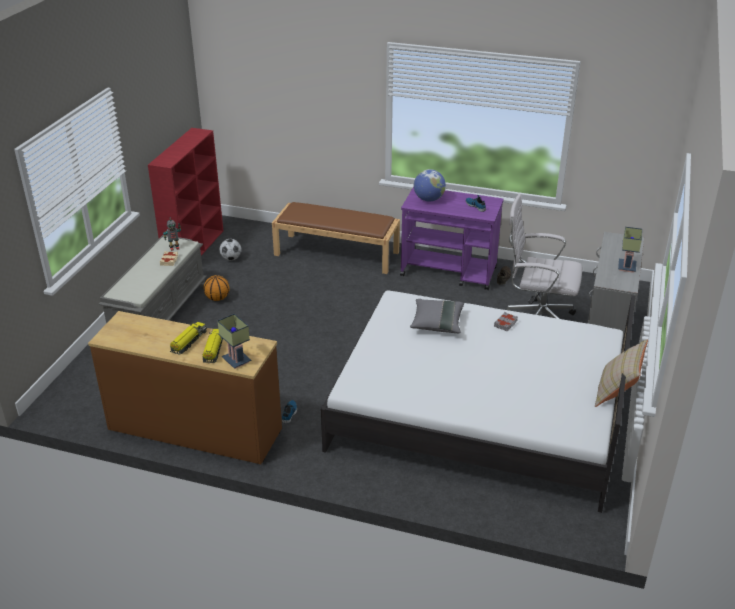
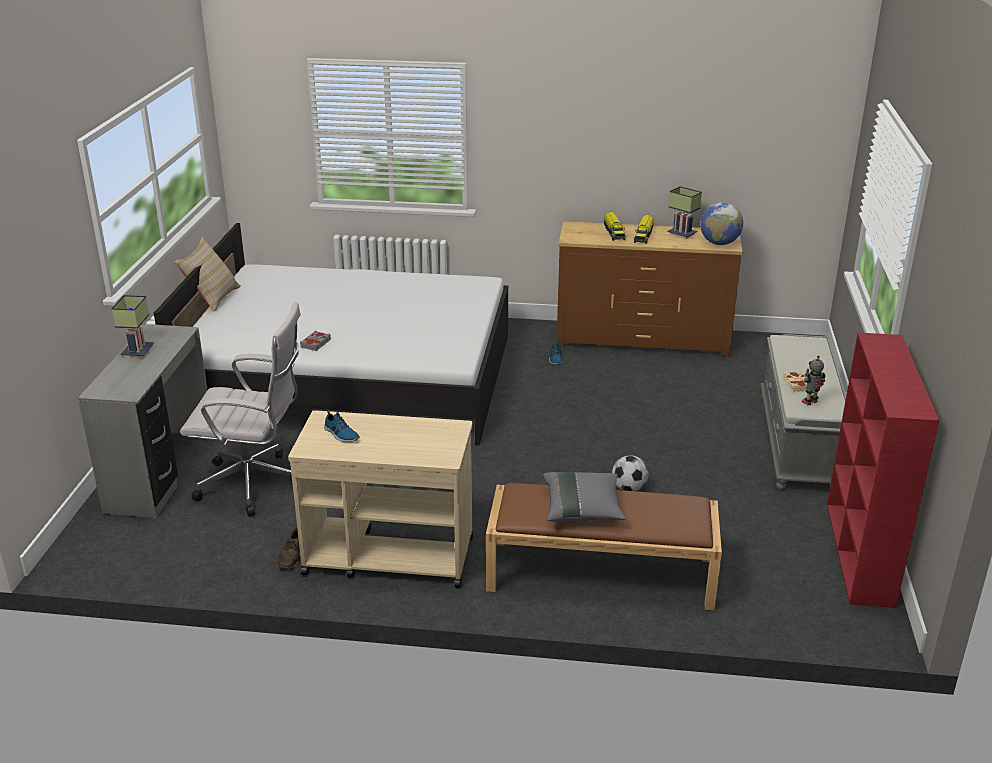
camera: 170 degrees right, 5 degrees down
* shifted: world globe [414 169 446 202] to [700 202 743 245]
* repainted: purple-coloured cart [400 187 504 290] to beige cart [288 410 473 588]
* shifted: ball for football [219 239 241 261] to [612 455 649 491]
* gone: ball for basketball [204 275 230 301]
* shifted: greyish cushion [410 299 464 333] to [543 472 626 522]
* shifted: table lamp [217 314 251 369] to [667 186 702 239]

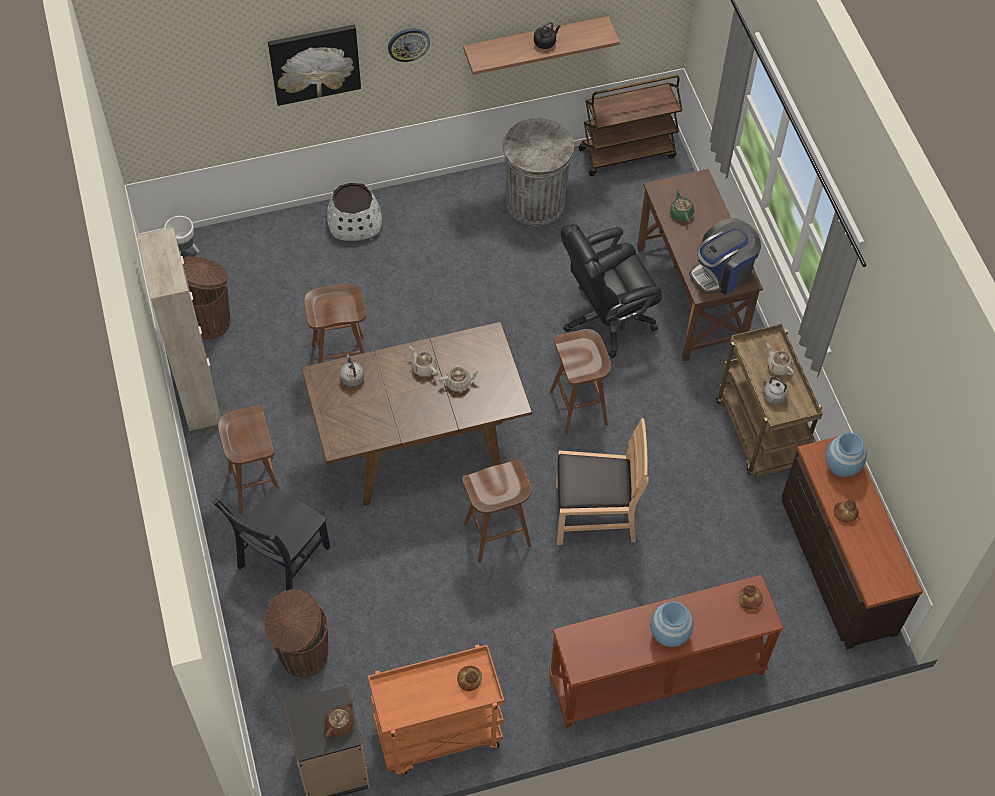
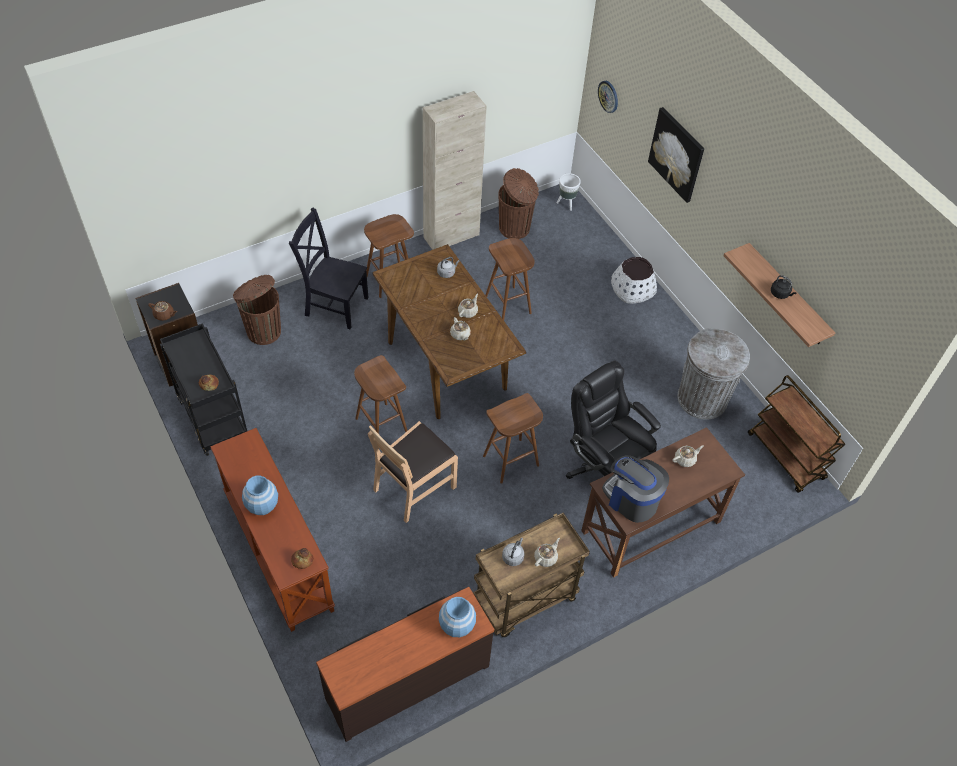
camera: 75 degrees right, 5 degrees down
* shifted: clock on the wall [388 29 430 62] to [598 81 618 113]
* repainted: greenish pot for tea [670 188 694 222] to beige pot for tea [672 445 704 467]
* rotated: brownish upright chair [556 418 649 545] = [368 421 458 523] 60 degrees clockwise
* gone: bakery bread [834 500 859 523]
* repainted: orangey cart [368 644 504 775] to black-coloured cart [160 323 247 456]

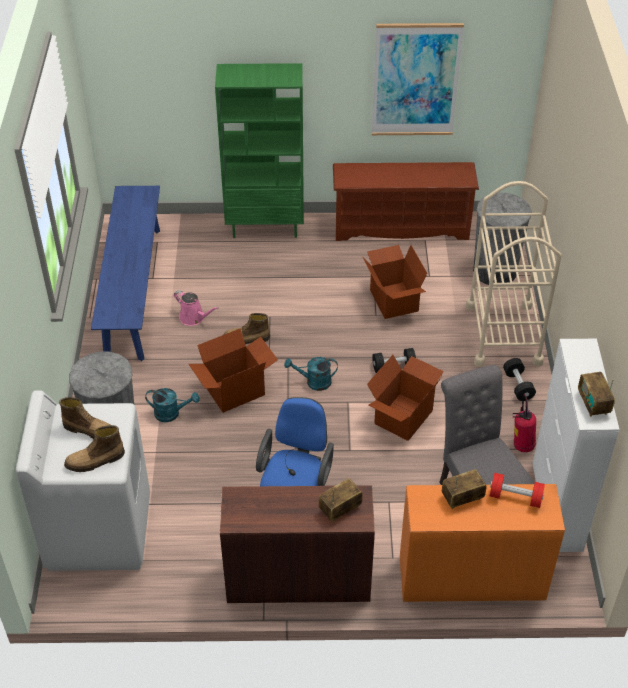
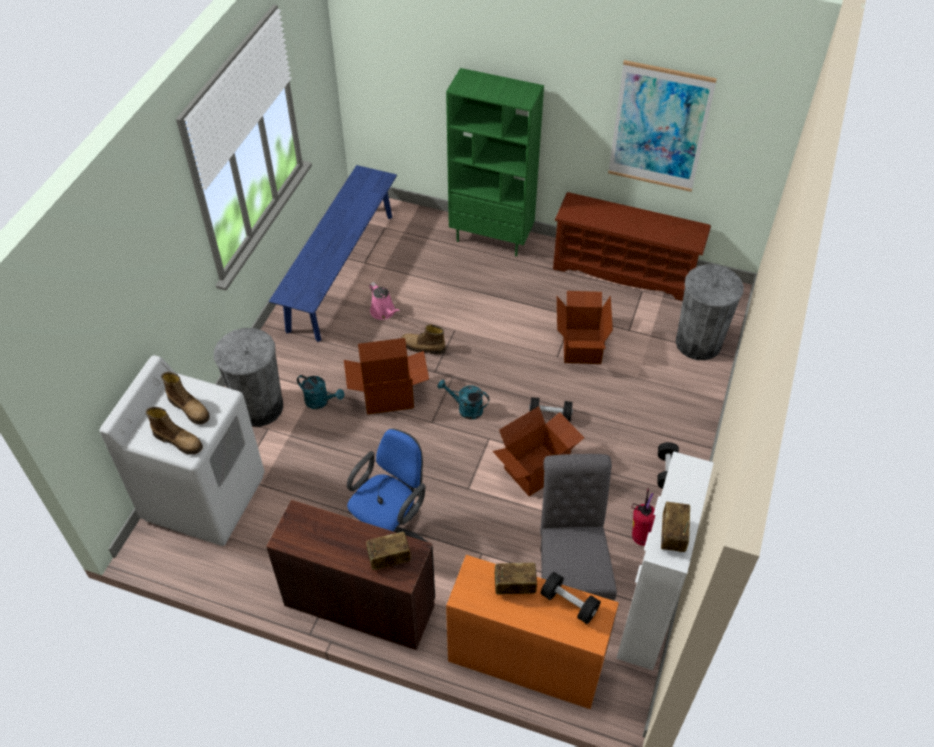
camera: 20 degrees right, 5 degrees up
* gone: beige cart [466 181 562 367]
* rotated: tall boot [64 425 125 472] = [146 407 203 454] 150 degrees counterclockwise
* repainted: red-coloured hand weight [490 473 545 508] to black-coloured hand weight [541 572 601 624]

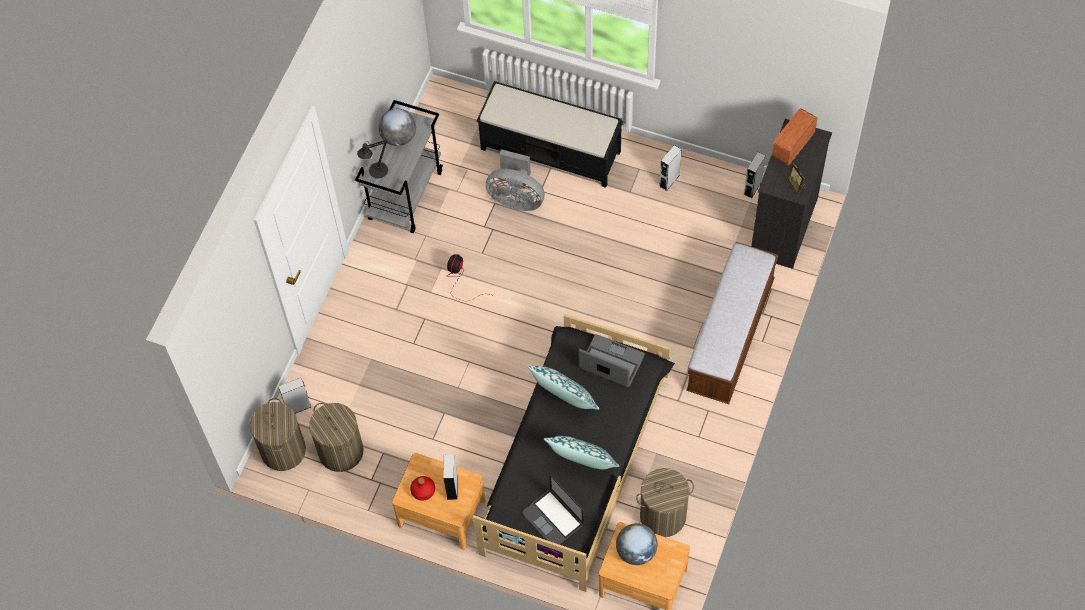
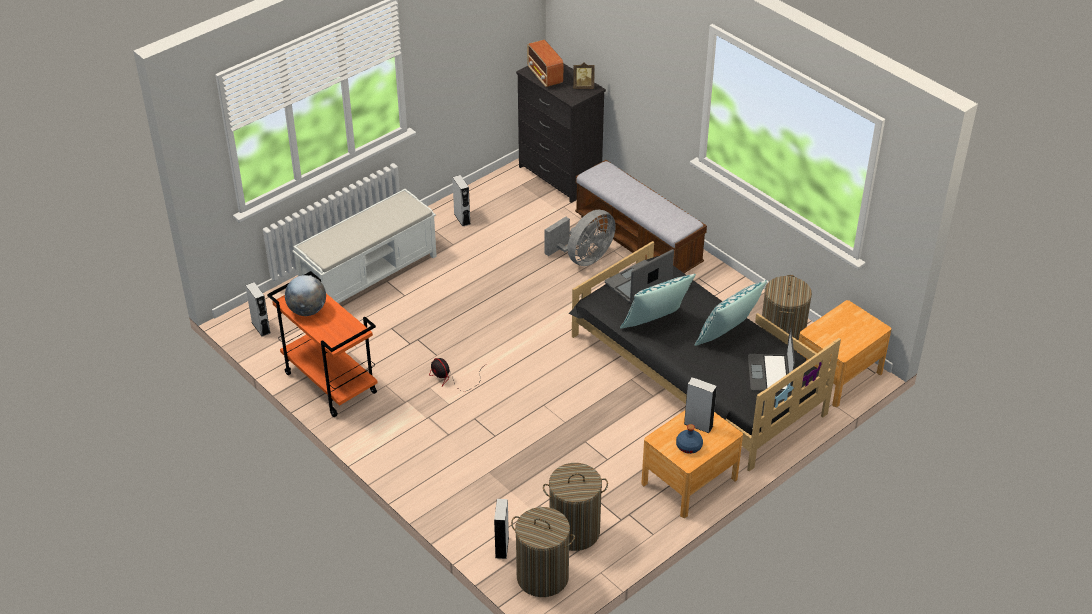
camera: 65 degrees left, 20 degrees down
* repainted: black-coloured long seat [476 81 623 188] to white long seat [292 189 437 303]
* repainted: greyish cart [355 100 443 233] to orangey cart [267 271 378 417]
* gone: black-coloured table lamp [357 140 388 179]
* shifted: greyish fan [486 149 545 211] to [545 210 616 266]
* shifted: greyish loudspeaker [744 152 766 198] to [245 282 270 337]
* rotated: laptop [522 475 584 545] = [748 328 795 391] 105 degrees clockwise
* repainted: red-coloured drink bottle [410 476 435 500] to blue drink bottle [676 424 703 454]
* gone: world globe [616 523 658 565]

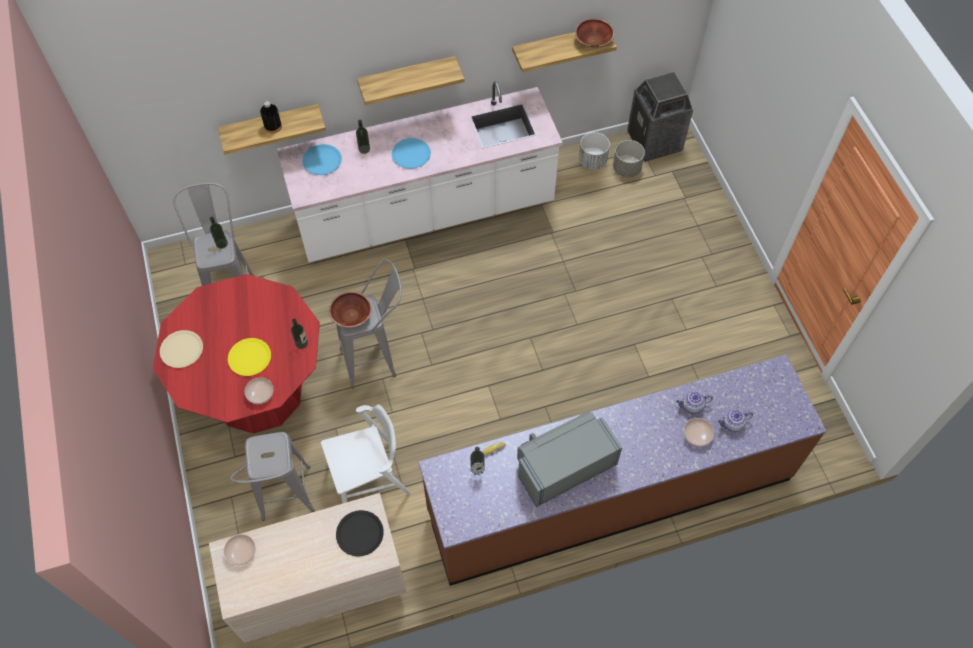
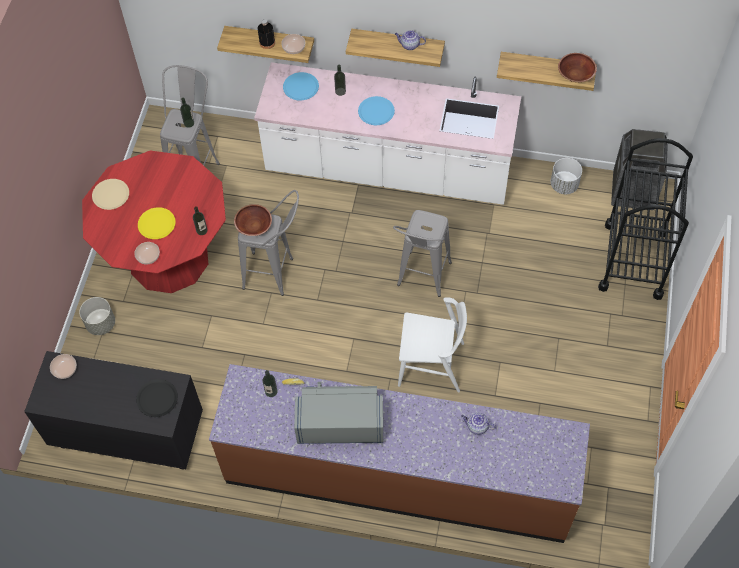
camera: 30 degrees right, 0 degrees up
* shifted: greyish plant pot [613 140 645 177] to [79 297 115 335]
* shifted: white upright chair [321 404 411 504] to [398 297 467 392]
* shifted: pot for tea [718 409 753 432] to [395 30 426 50]
* shifted: serving bowl [684 418 714 447] to [281 34 305 54]
* shifted: greyish stool seat [230 432 315 521] to [393 210 452 297]
* repainted: beige chest of drawers [209 493 407 643] to black-coloured chest of drawers [24 351 203 470]
* new: black-coloured cart [598 138 693 300]

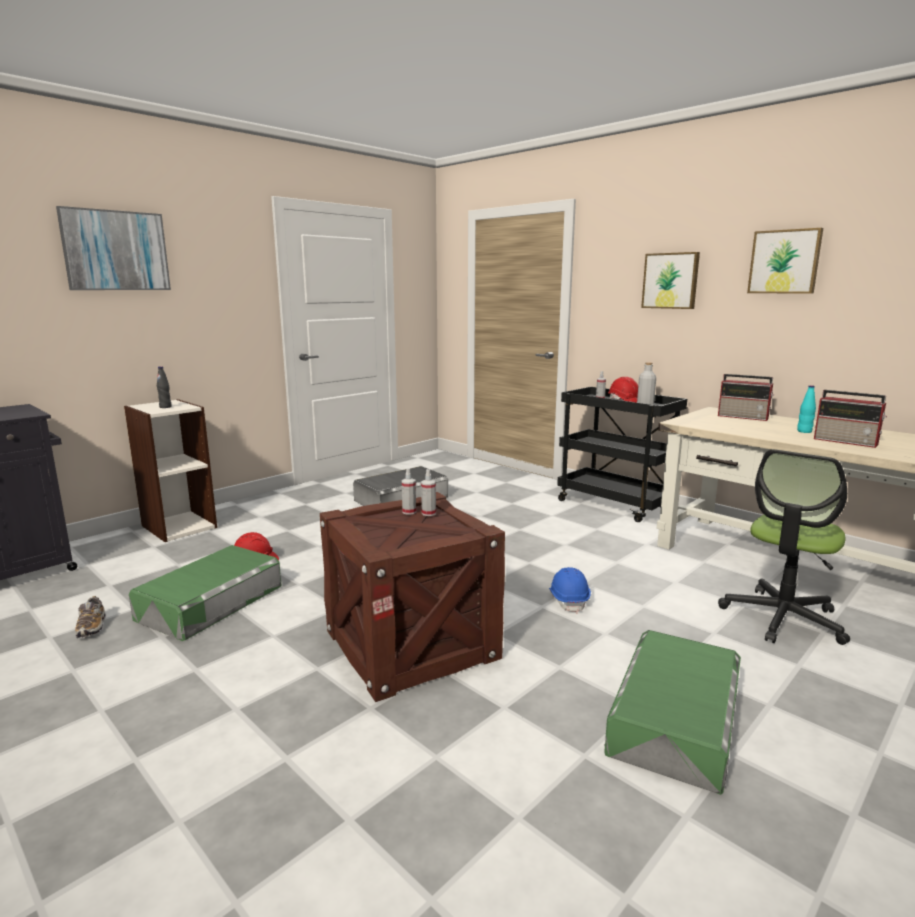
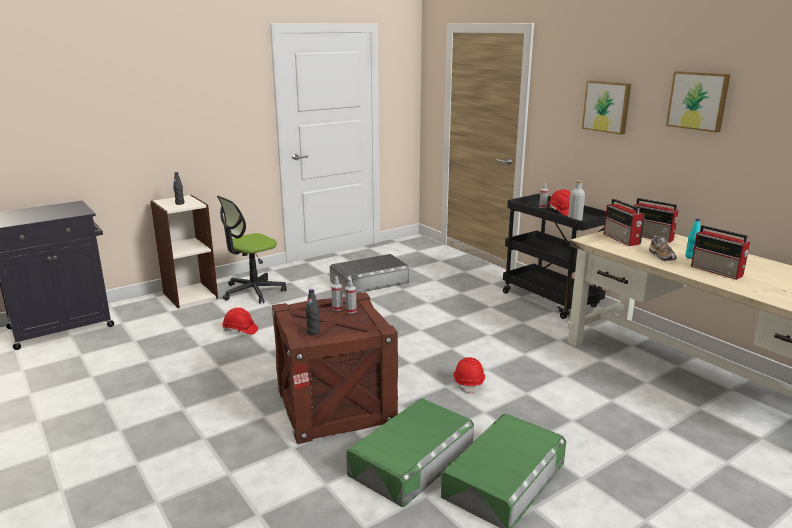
camera: 10 degrees right, 5 degrees up
* gone: picture [56 206 171 290]
* shifted: computer chair [718 449 850 645] to [217 195 287 304]
* shifted: greenish storage box [129 545 281 641] to [346 398 474 507]
* repainted: blue safety helmet [549 567 591 614] to red-coloured safety helmet [453 357 485 394]
* shifted: item of footwear [75 596 106 638] to [649 236 677 261]
* new: radio receiver [603 199 645 246]
* new: black-coloured drink bottle [306 289 320 335]

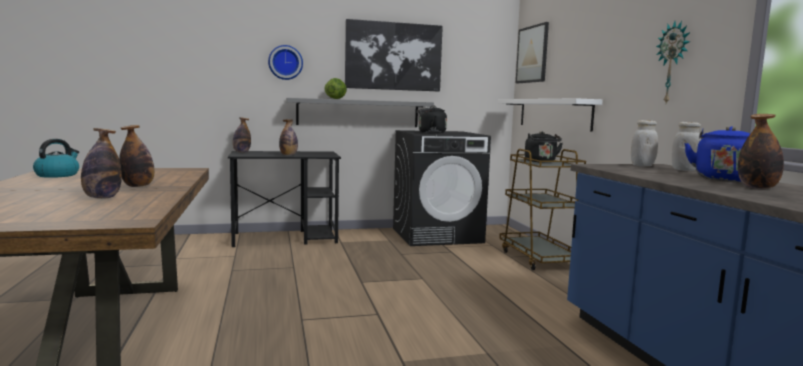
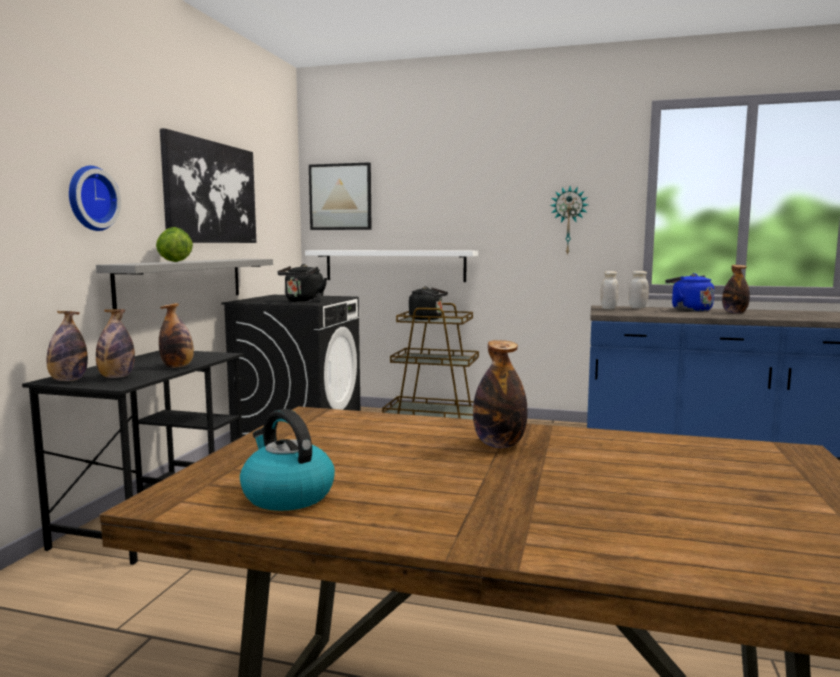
camera: 60 degrees left, 0 degrees up
* shifted: drink bottle [81 128 122 199] to [96 309 135 378]

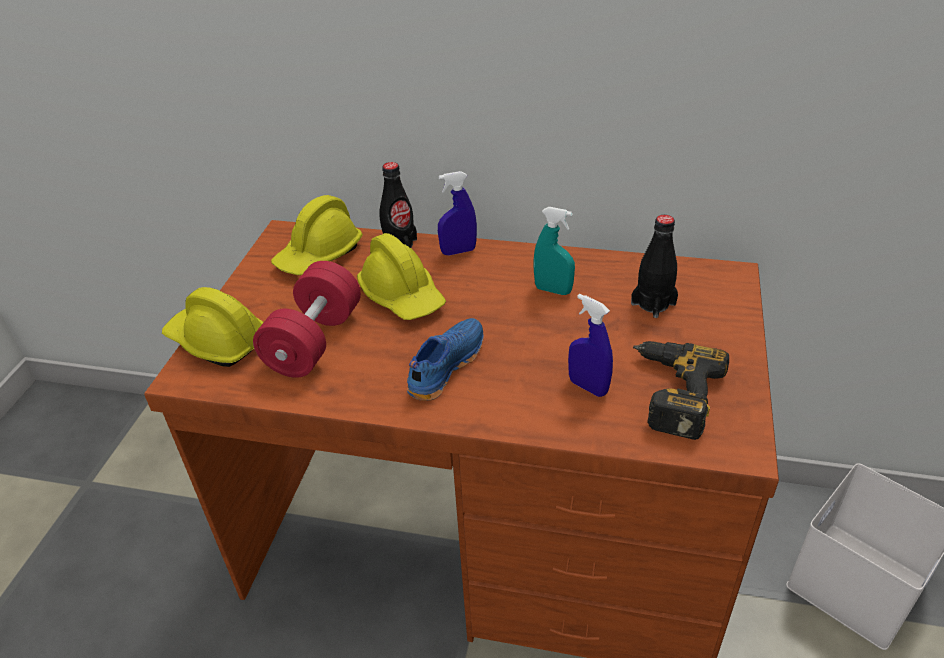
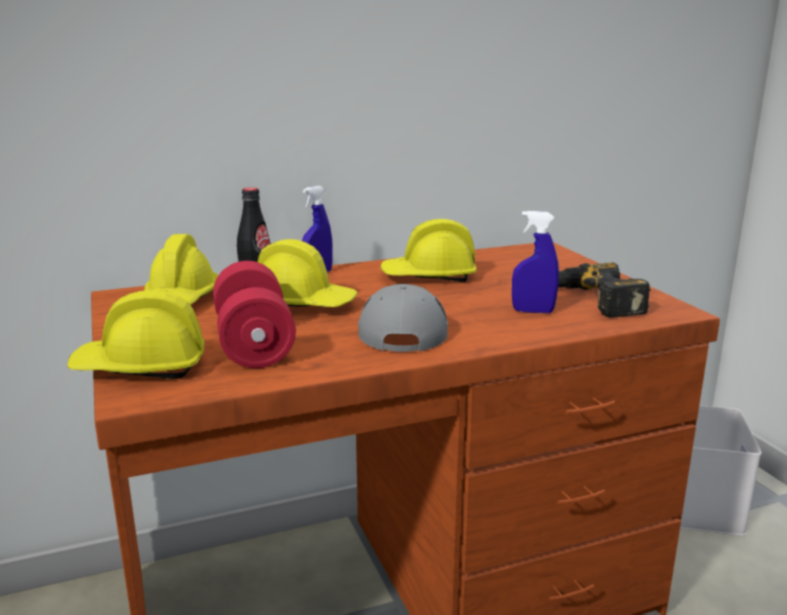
camera: 35 degrees left, 20 degrees down
* swapped: turquoise-coloured spray bottle [533 207 575 295] to yellow safety helmet [380 219 477 282]
* gone: black-coloured drink bottle [631 215 678 318]
* swapped: blue item of footwear [407 318 484 401] to greyish cap [358 284 448 352]

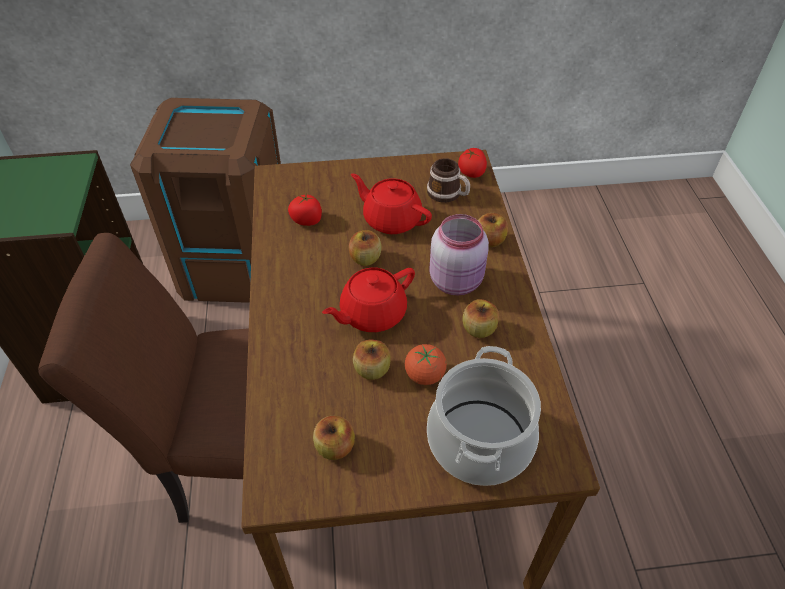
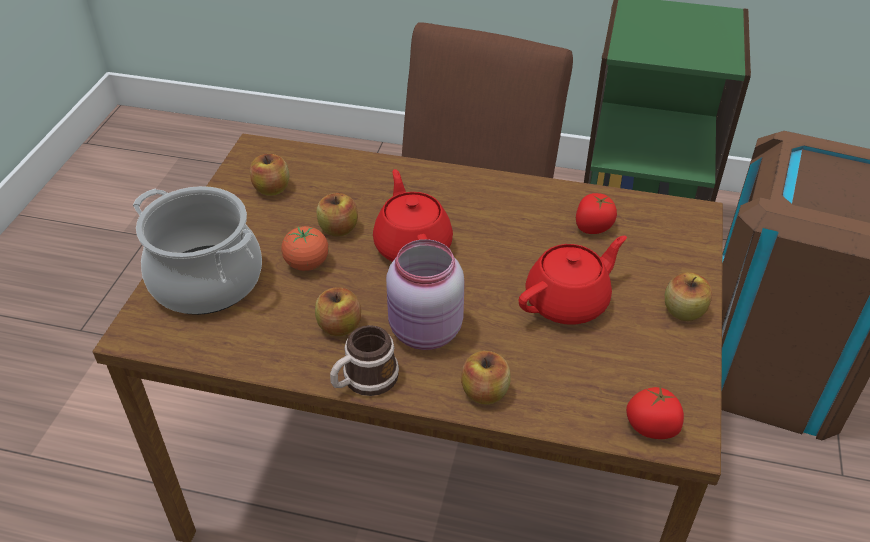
camera: 110 degrees right, 5 degrees down
* shifted: mug [427 158 470 203] to [330 325 399 396]
* shifted: apple fruit [349 230 382 266] to [665 272 712 321]

